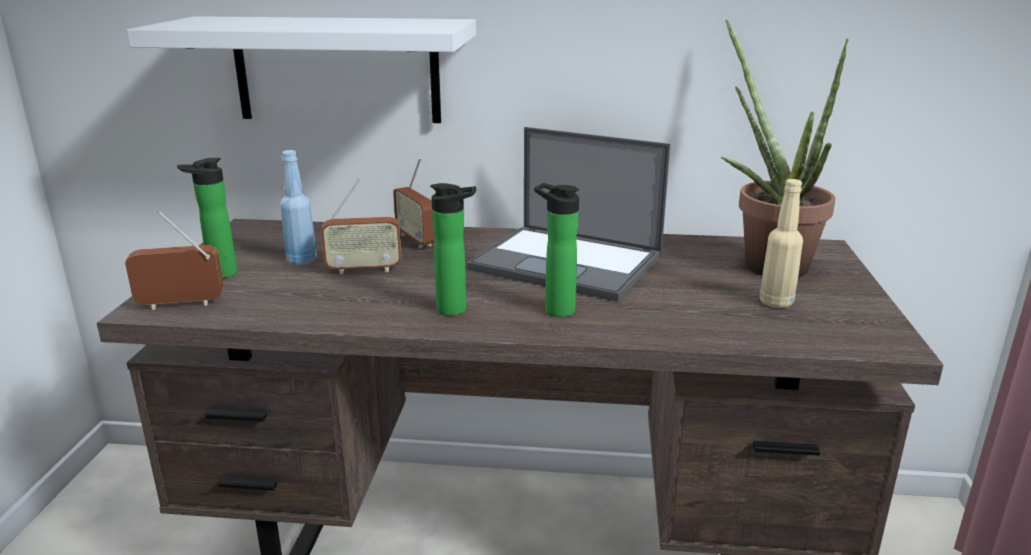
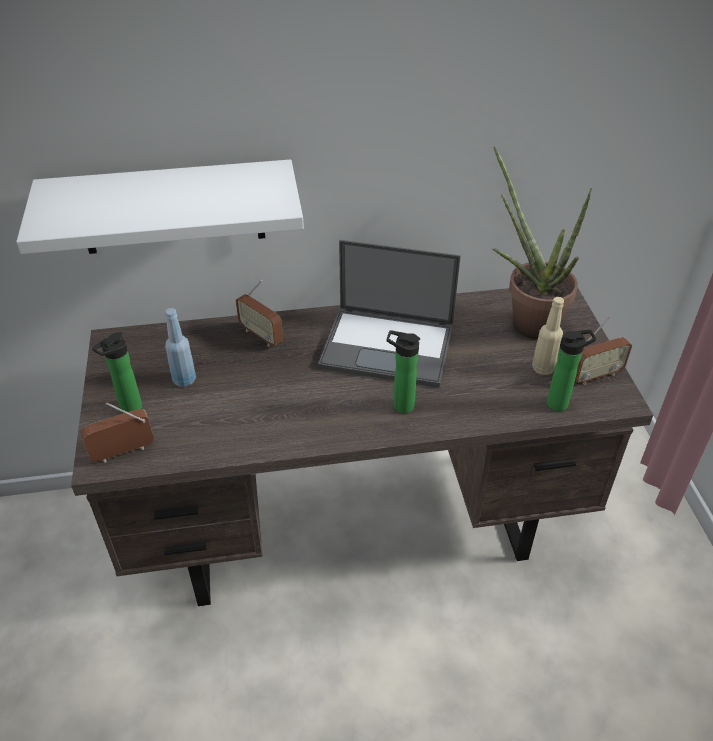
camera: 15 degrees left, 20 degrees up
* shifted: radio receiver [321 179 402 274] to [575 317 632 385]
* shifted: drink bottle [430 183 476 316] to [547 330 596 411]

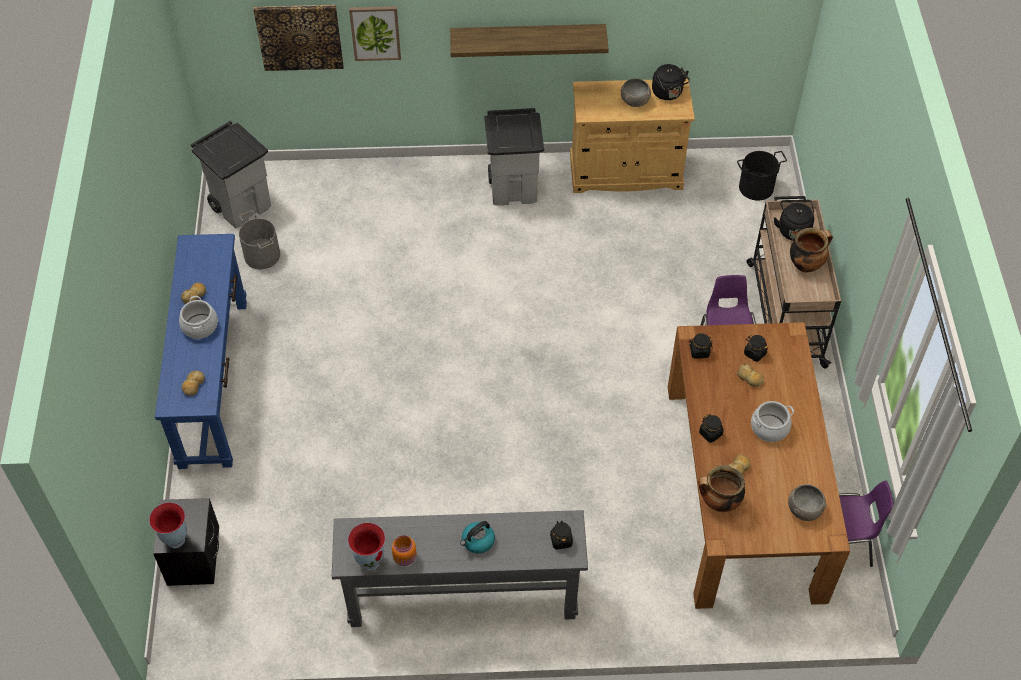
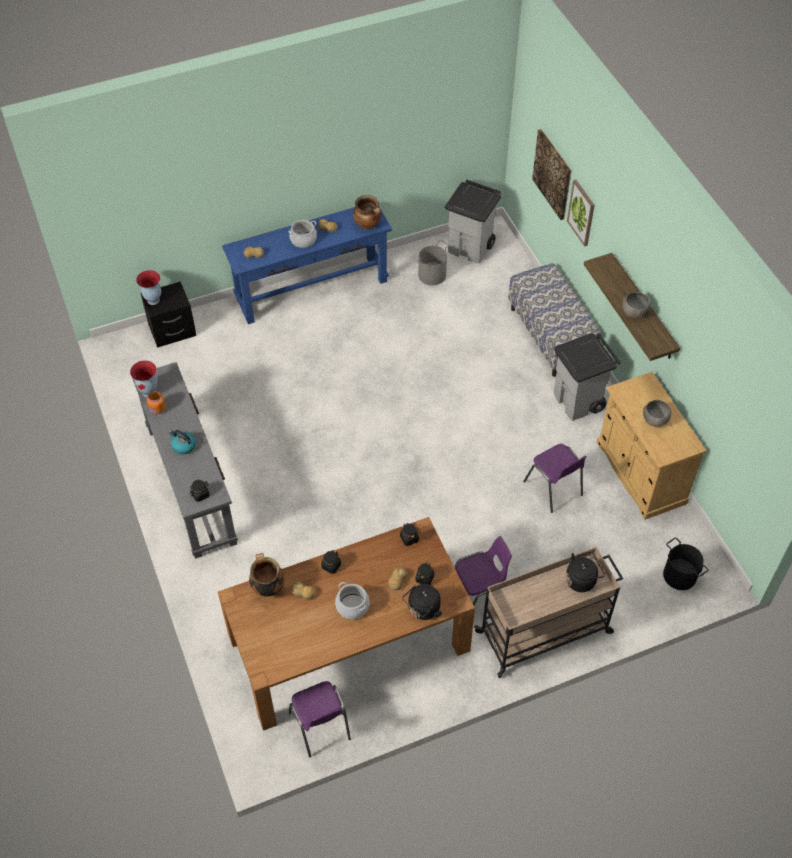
camera: 70 degrees right, 0 degrees up
* shifted: black-coloured water kettle [652 64 690 100] to [402 584 442 620]
* shifted: stockpot [790 228 833 272] to [353 195 381 230]
* shifted: greyish serving bowl [788 484 827 521] to [623 292 651 318]
* new: long seat [508 263 601 377]
* new: purple-coloured upright chair [523 444 587 513]

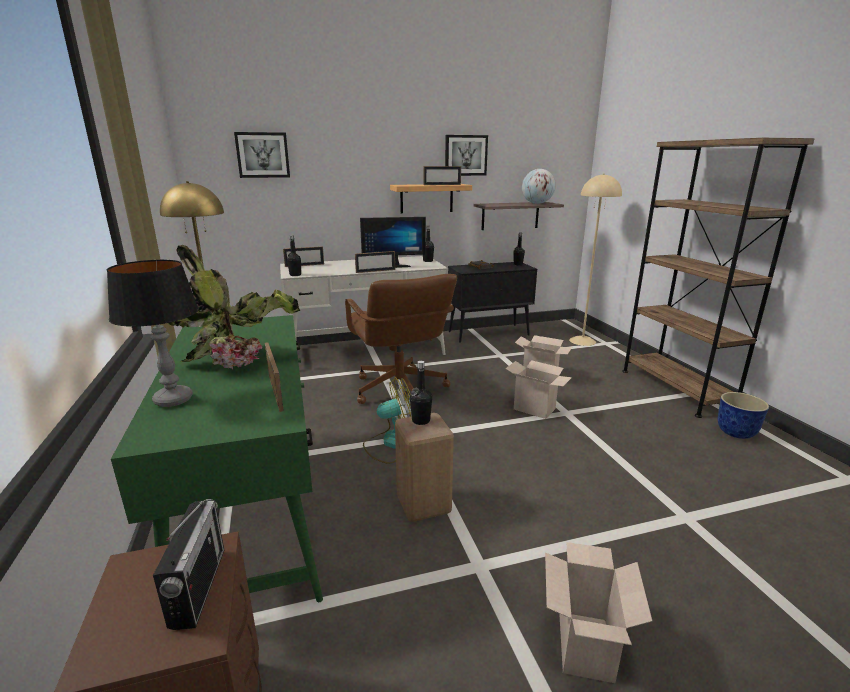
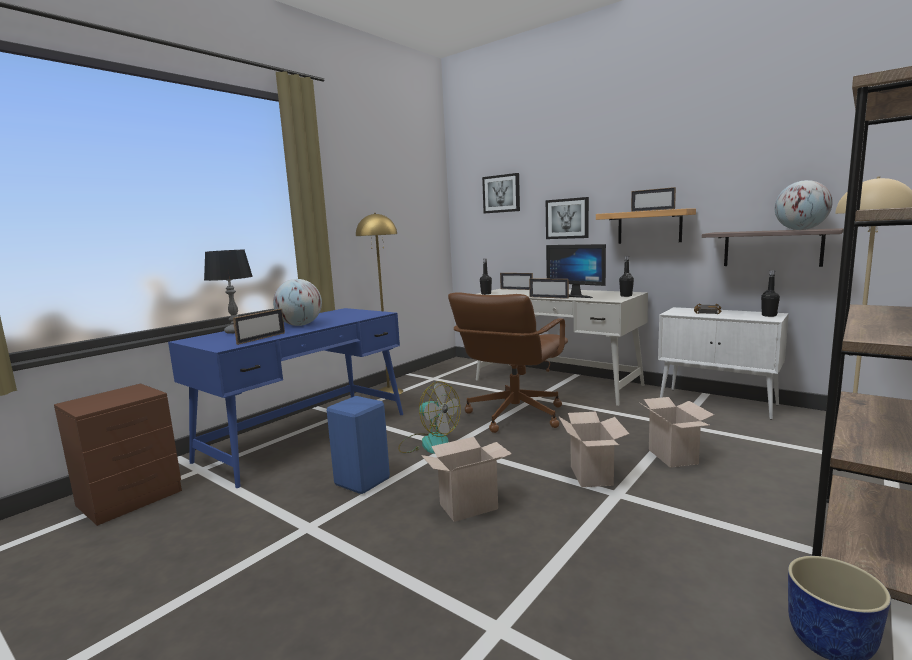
camera: 55 degrees right, 10 degrees down
* shifted: picture [445 135 488 176] to [546 197 589 239]
* swapped: potted plant [168 245 300 370] to world globe [273 279 322 326]
* repainted: black-coloured cupboard [448 262 537 343] to white cupboard [658 307 789 420]
* repainted: greenish desk table [111 315 323 602] to blue desk table [168 308 403 488]
* gone: black-coloured drink bottle [410 361 432 425]
* repainted: beige stool seat [395 413 454 522] to blue stool seat [327 396 390 494]
* gone: radio receiver [153 499 224 630]
* shifted: carton [545 542 652 683] to [421 437 512 522]

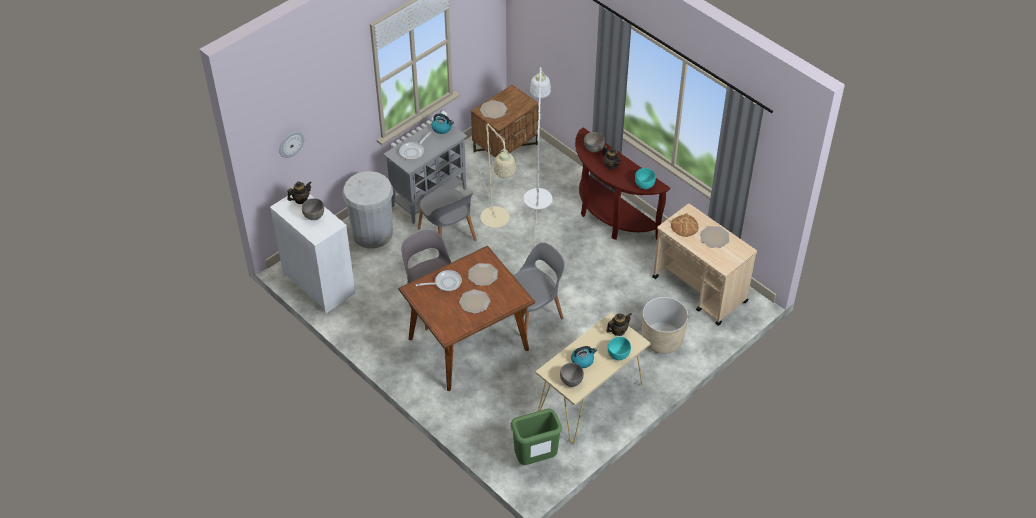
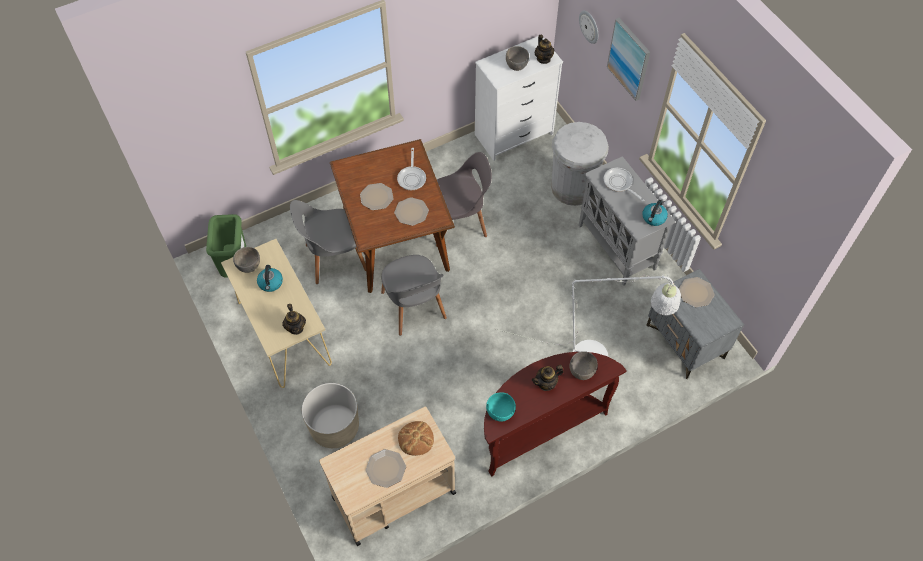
camera: 105 degrees right, 10 degrees up
* repainted: brownish nightstand [471 85 539 158] to greyish nightstand [646 269 744 379]
* gone: beige floor lamp [477 123 516 228]
* shifted: greyish upright chair [418 188 477 255] to [290 200 366 284]
* gone: turquoise-coloured serving bowl [608 337 631 360]
* new: picture [607 18 650 101]

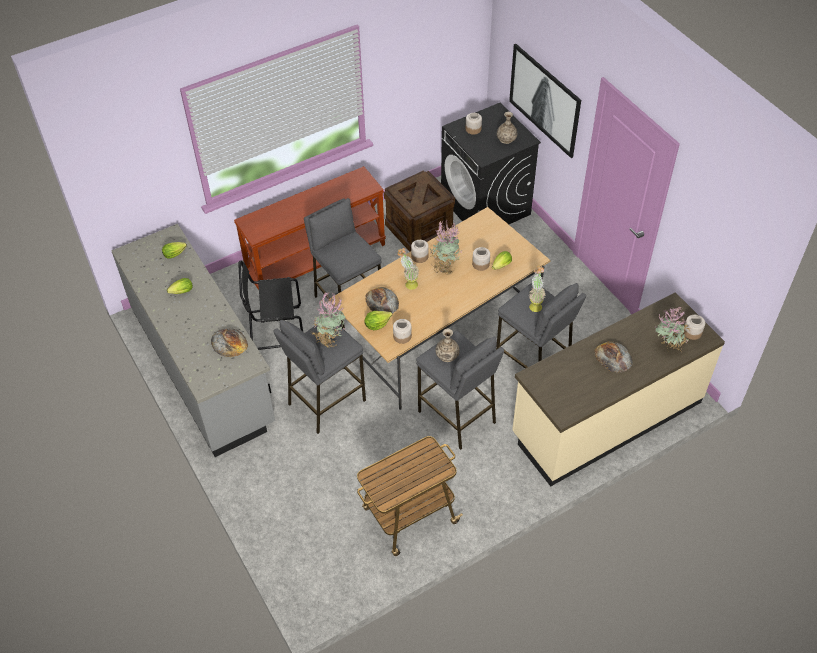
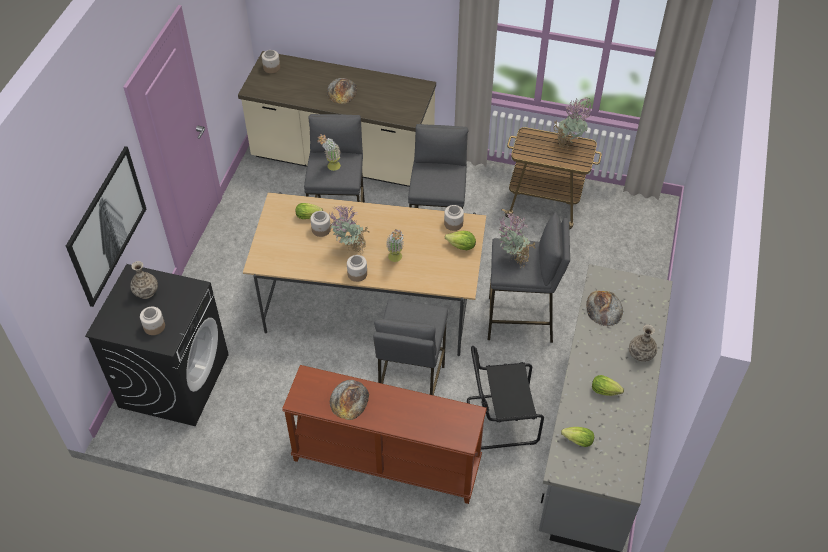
camera: 135 degrees left, 0 degrees up
* gone: crate [384 170 455 252]
* rotated: black-coloured upright chair [238 260 303 350] = [467 346 544 450] 135 degrees clockwise
* shifted: bakery bread [366 287 399 314] to [330 380 369 420]
* shifted: potted plant [654 307 691 352] to [554 97 592 149]
* shifted: vase [435 329 460 362] to [629 325 657 362]

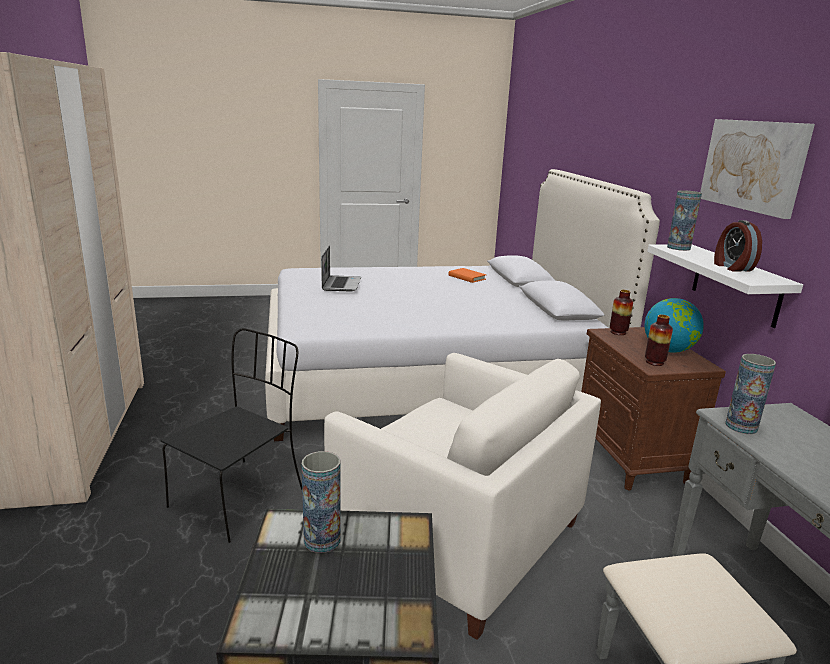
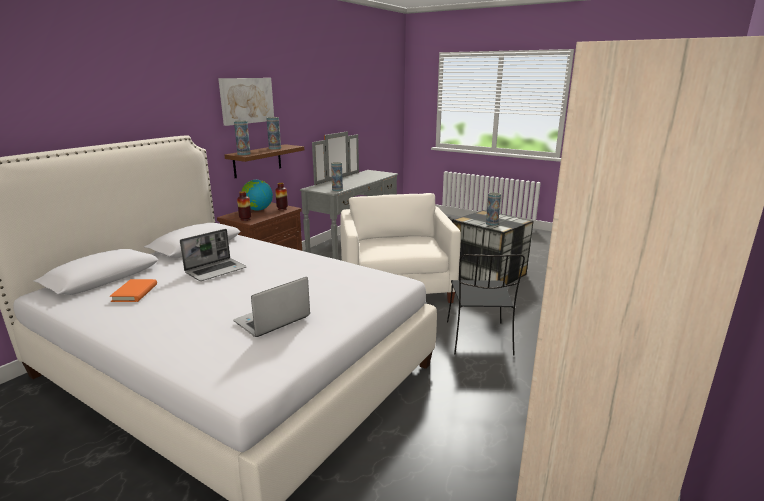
camera: 135 degrees left, 0 degrees up
* swapped: alarm clock [714 220 762 272] to vase [266 117 281 149]
* repainted: white bracket shelf [647 245 803 328] to brownish bracket shelf [225 144 304 178]
* rotated: black-coloured upright chair [161 328 302 543] = [447 254 525 355] 75 degrees counterclockwise
* new: laptop [180 229 247 281]

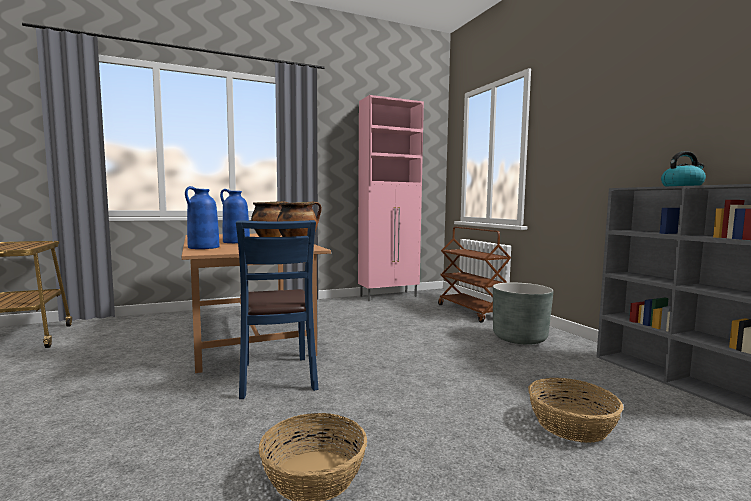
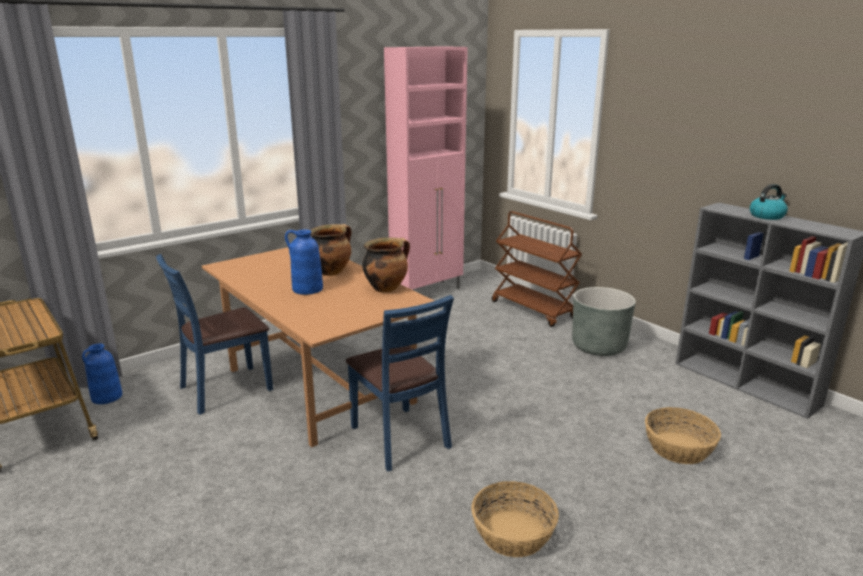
camera: 15 degrees left, 15 degrees up
* shifted: blue vase [185 186 219 249] to [82 344 122 404]
* new: blue upright chair [156 254 273 415]

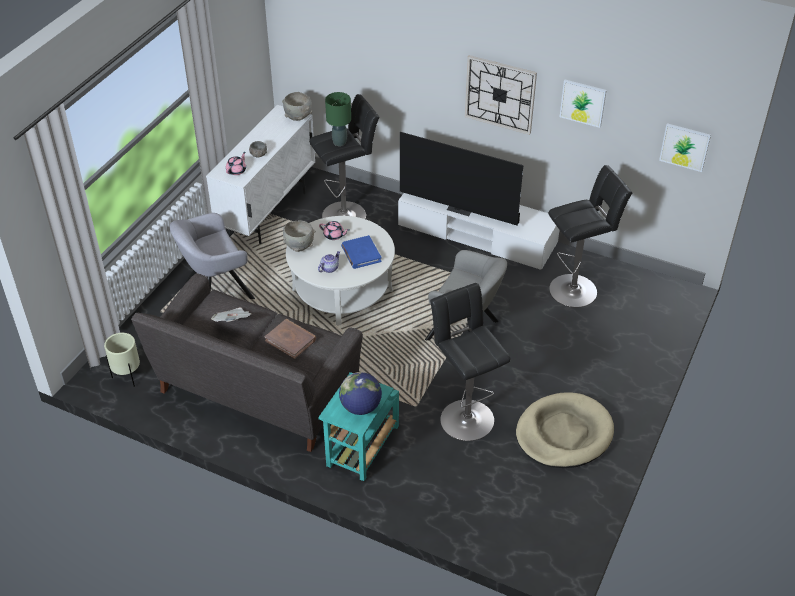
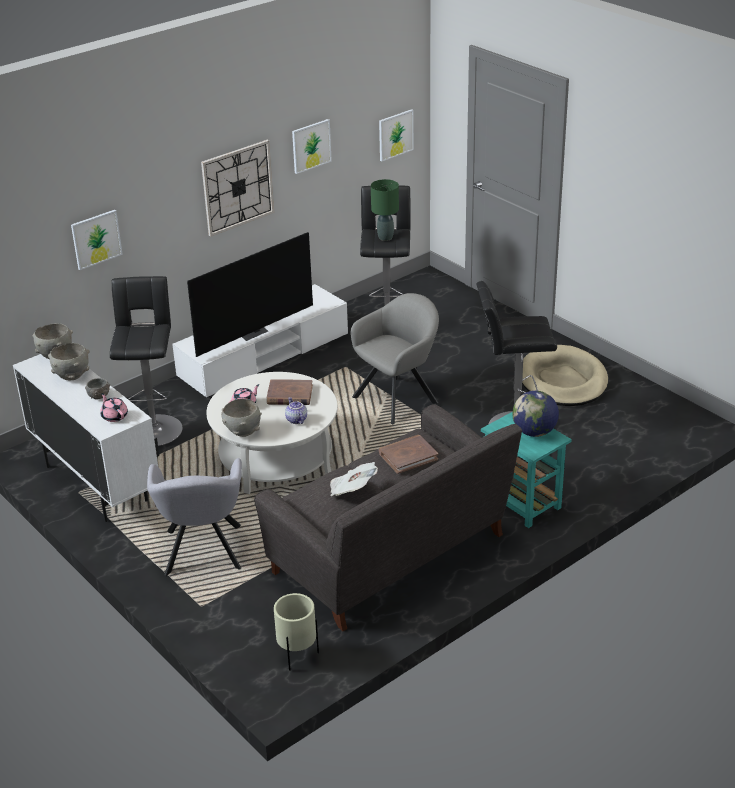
camera: 65 degrees left, 10 degrees down
* shifted: greenish table lamp [325 92 351 146] to [371 179 399 241]
* repainted: blue bound book [341 235 382 269] to brownish bound book [267 379 313 405]
* new: picture [71 210 123 270]
* new: greyish serving bowl [48 343 90 380]

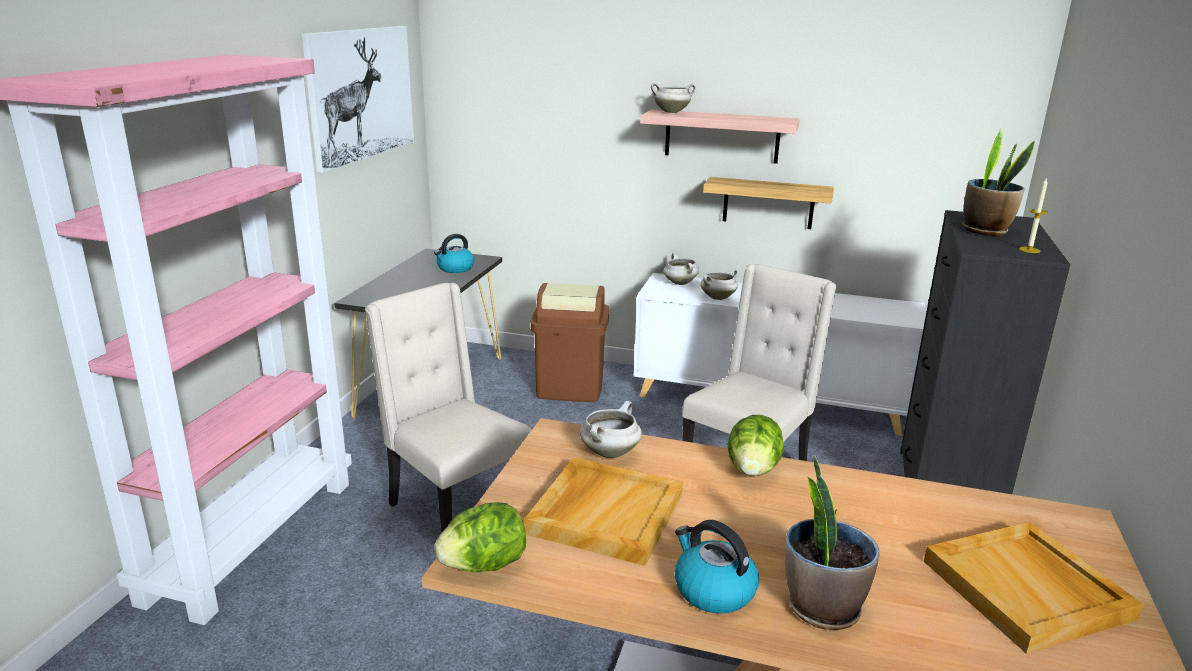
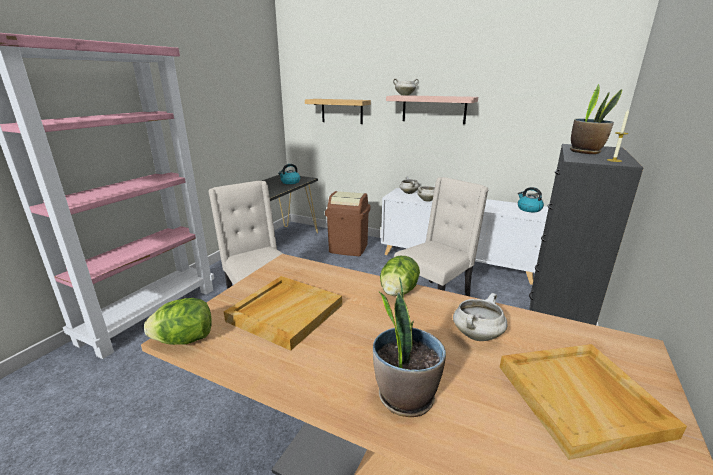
camera: 10 degrees right, 0 degrees up
* gone: picture [302 26 414 173]
* shifted: bracket shelf [703 177 834 229] to [305 99 371 124]
* shifted: white stockpot [580 401 642 458] to [453 293 507 341]
* shifted: water kettle [675 520 759 614] to [518 187 544 212]

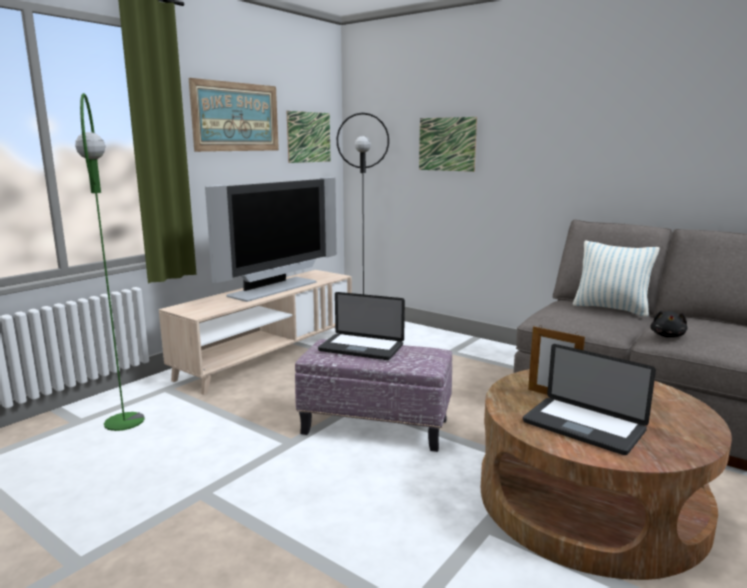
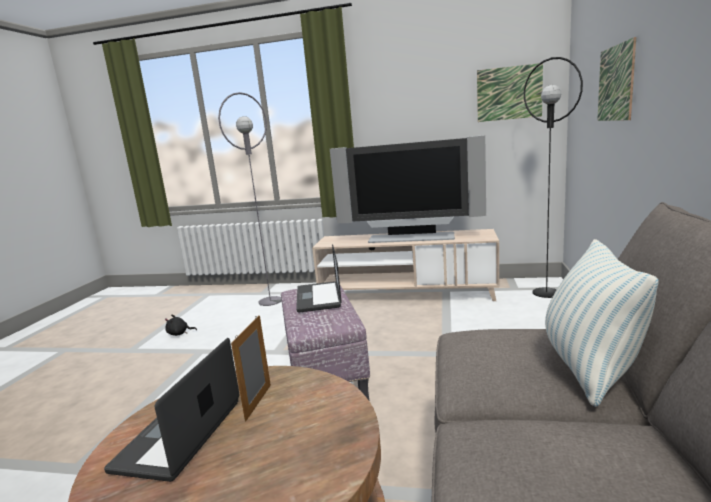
camera: 65 degrees right, 0 degrees up
* gone: picture [189 78 279 152]
* repainted: greenish floor lamp [75 93 145 431] to greyish floor lamp [218 92 282 306]
* shifted: black-coloured plush toy [650 310 687 338] to [165 314 197 336]

